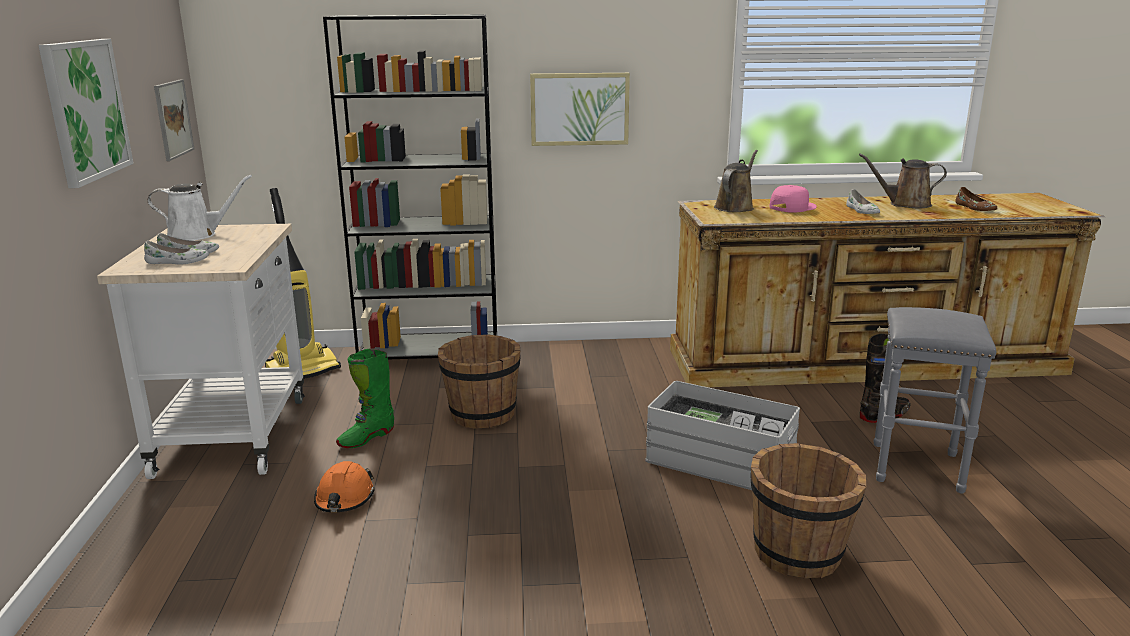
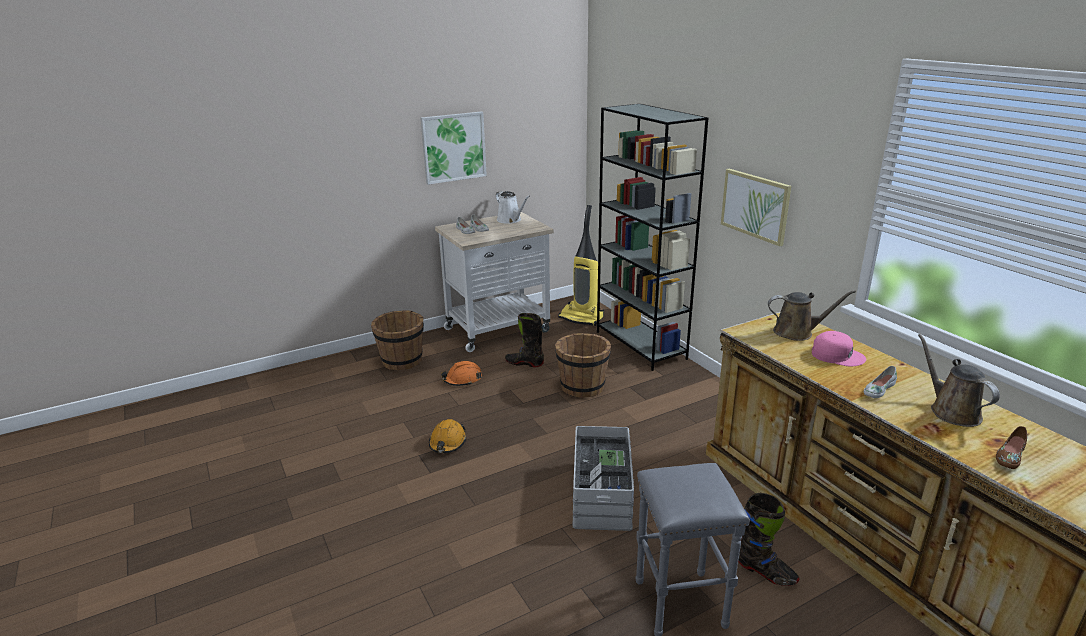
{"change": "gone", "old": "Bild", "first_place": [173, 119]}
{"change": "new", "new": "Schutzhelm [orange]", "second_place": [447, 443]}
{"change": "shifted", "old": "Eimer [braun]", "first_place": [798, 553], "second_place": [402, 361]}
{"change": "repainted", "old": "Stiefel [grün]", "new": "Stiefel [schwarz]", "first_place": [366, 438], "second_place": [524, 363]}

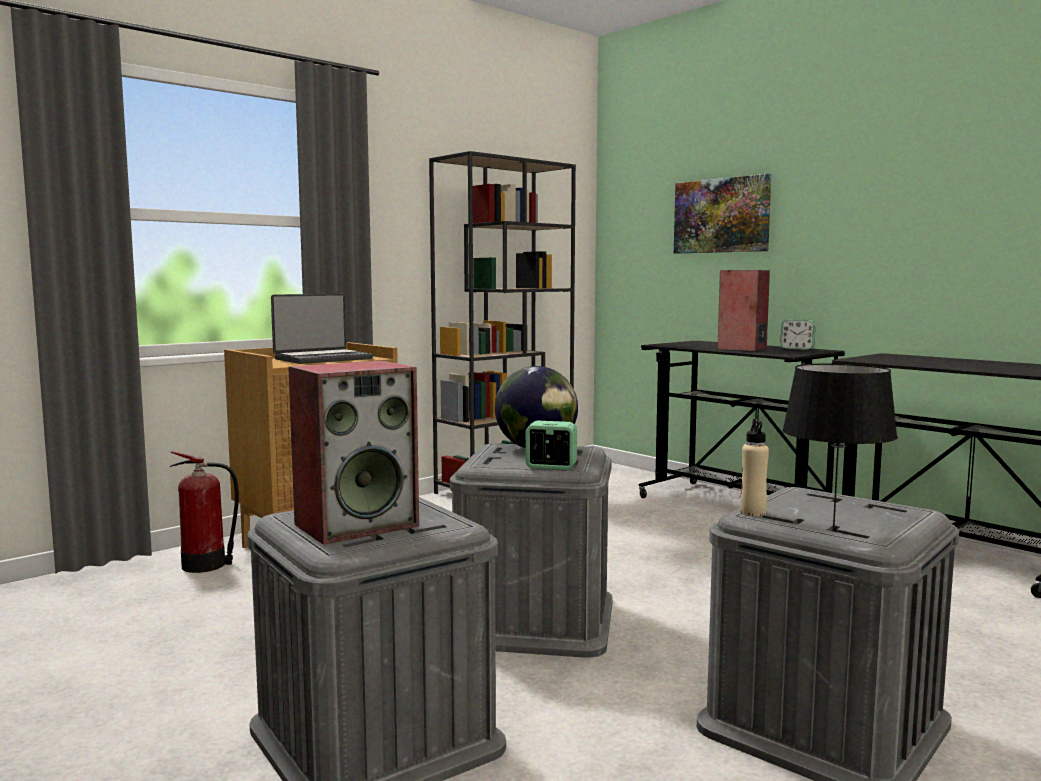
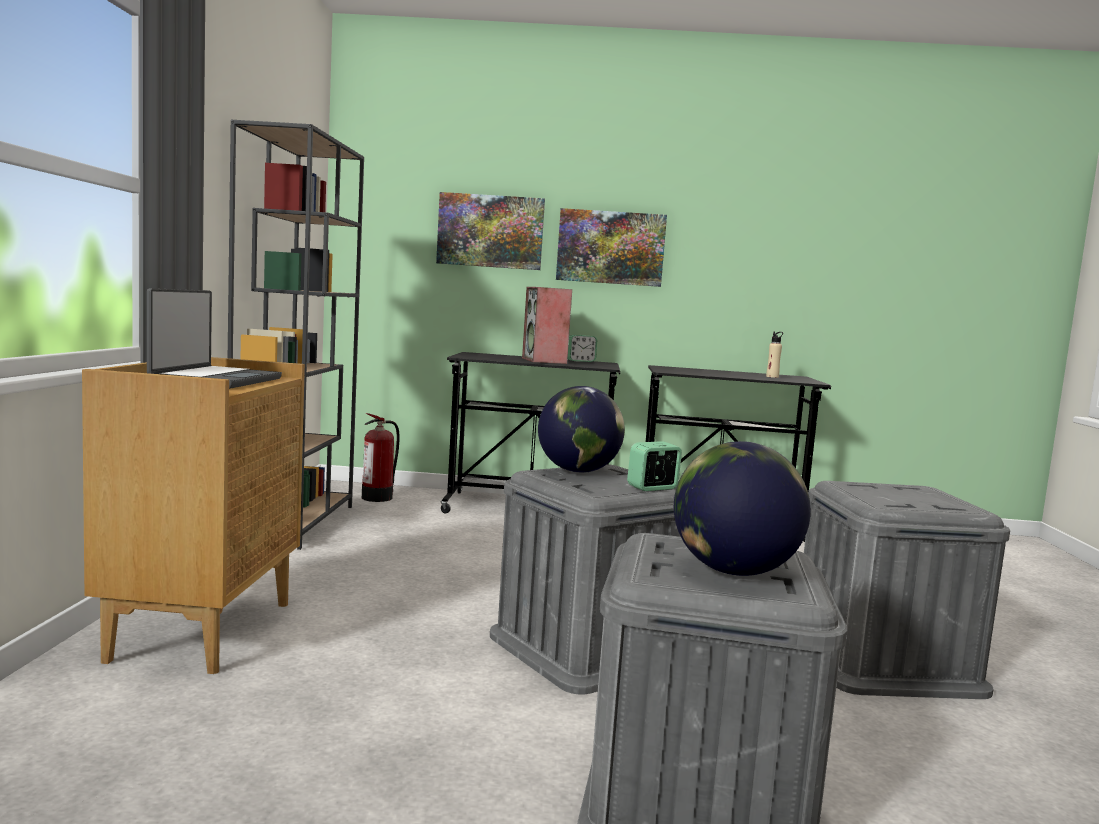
{"change": "gone", "old": "Tischlampe [schwarz]", "first_place": [832, 527]}
{"change": "new", "new": "Bild", "second_place": [610, 247]}
{"change": "shifted", "old": "Feuerlöscher", "first_place": [206, 565], "second_place": [378, 497]}
{"change": "shifted", "old": "Flasche [beige]", "first_place": [752, 512], "second_place": [772, 377]}
{"change": "swapped", "old": "Lautsprecher", "new": "Globus", "first_place": [357, 524], "second_place": [733, 571]}

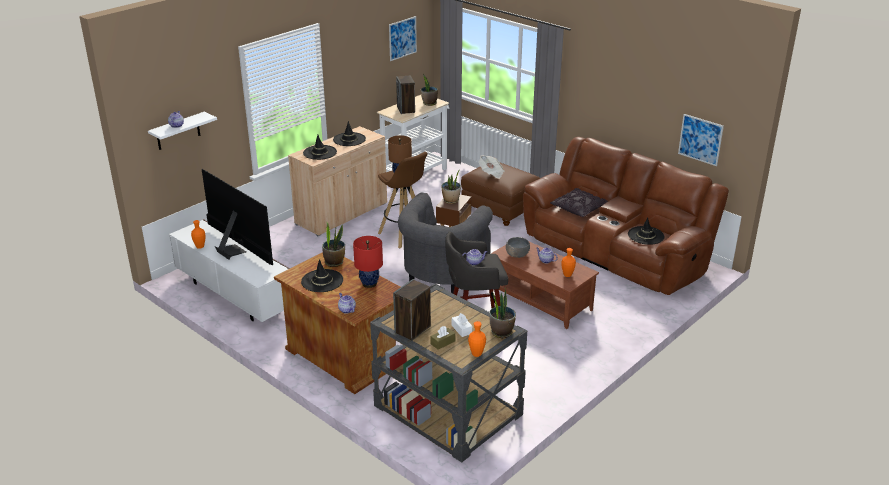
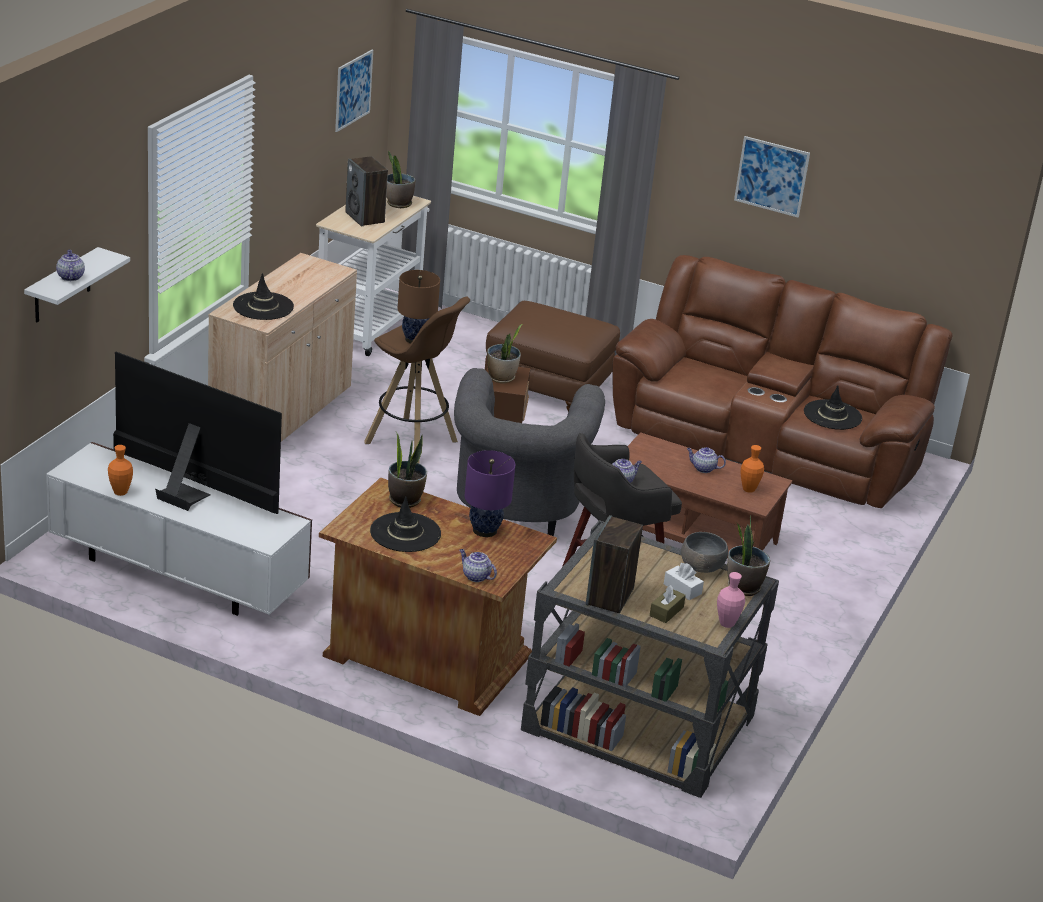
{"change": "gone", "old": "Hut [schwarz]", "first_place": [349, 139]}
{"change": "gone", "old": "Zeitung", "first_place": [491, 173]}
{"change": "gone", "old": "Kissen [schwarz]", "first_place": [579, 208]}
{"change": "shifted", "old": "Schüssel [grau]", "first_place": [517, 255], "second_place": [701, 566]}
{"change": "shifted", "old": "Bild", "first_place": [700, 139], "second_place": [771, 176]}
{"change": "repainted", "old": "Tischlampe [rot]", "new": "Tischlampe [lila]", "first_place": [369, 283], "second_place": [484, 530]}
{"change": "repainted", "old": "Vase [orange]", "new": "Vase [rosa]", "first_place": [476, 354], "second_place": [727, 624]}

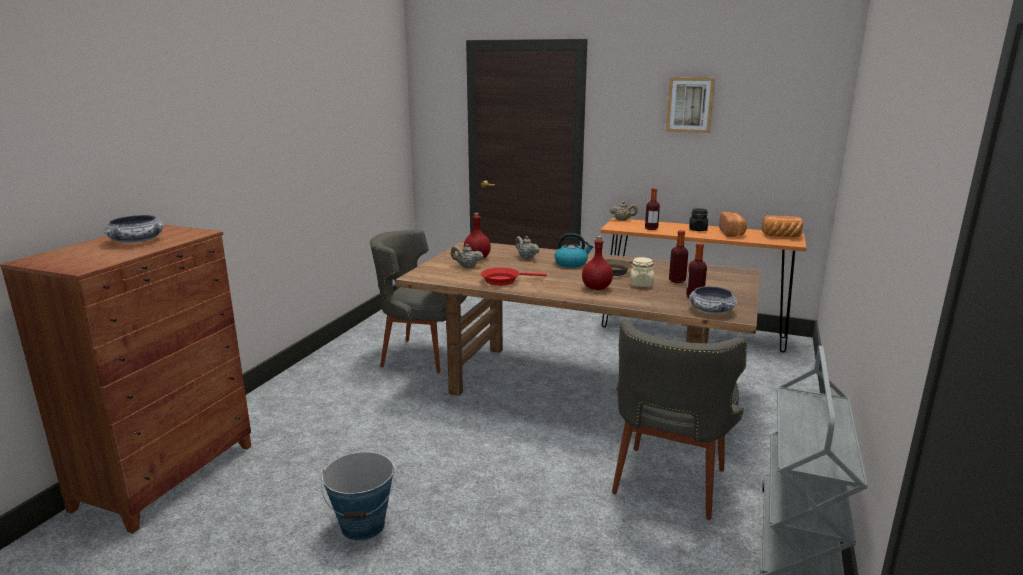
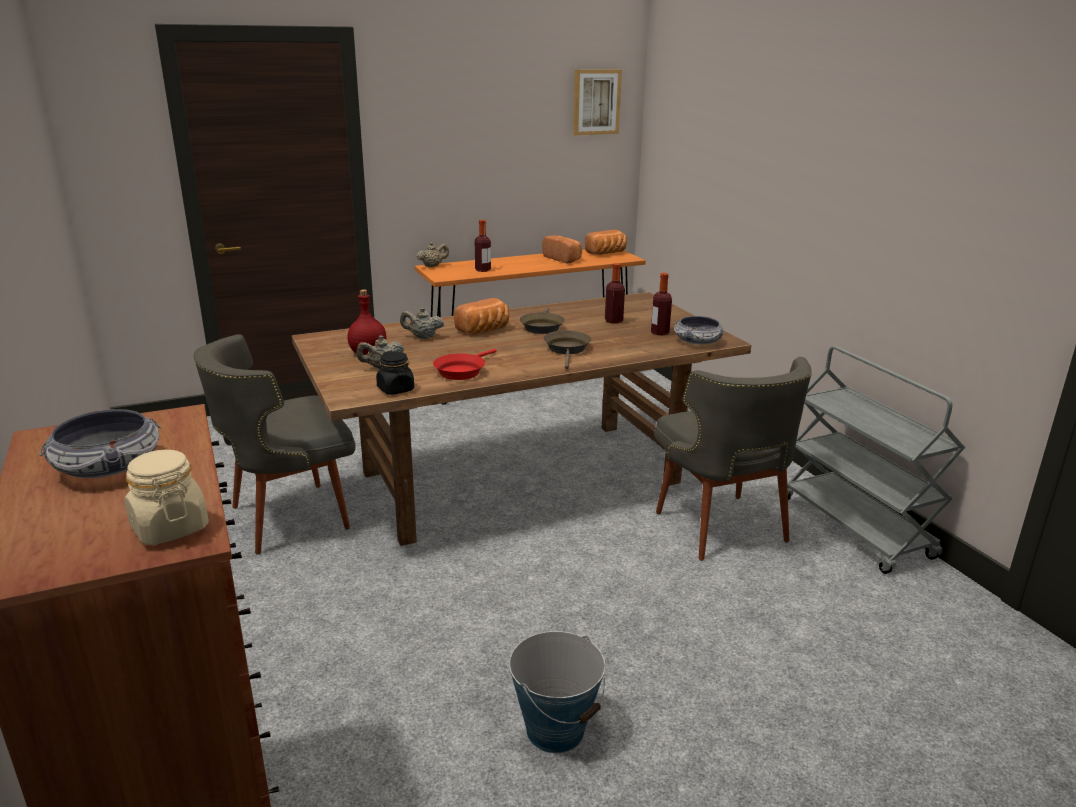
{"change": "shifted", "old": "Vorratsglas [beige]", "first_place": [641, 284], "second_place": [169, 527]}
{"change": "shifted", "old": "Bild", "first_place": [690, 105], "second_place": [596, 102]}
{"change": "shifted", "old": "Vorratsglas [schwarz]", "first_place": [698, 229], "second_place": [396, 389]}
{"change": "swapped", "old": "Wasserkessel", "new": "Brot", "first_place": [571, 264], "second_place": [484, 330]}
{"change": "swapped", "old": "Flasche [rot]", "new": "Pfanne [braun]", "first_place": [597, 288], "second_place": [567, 350]}

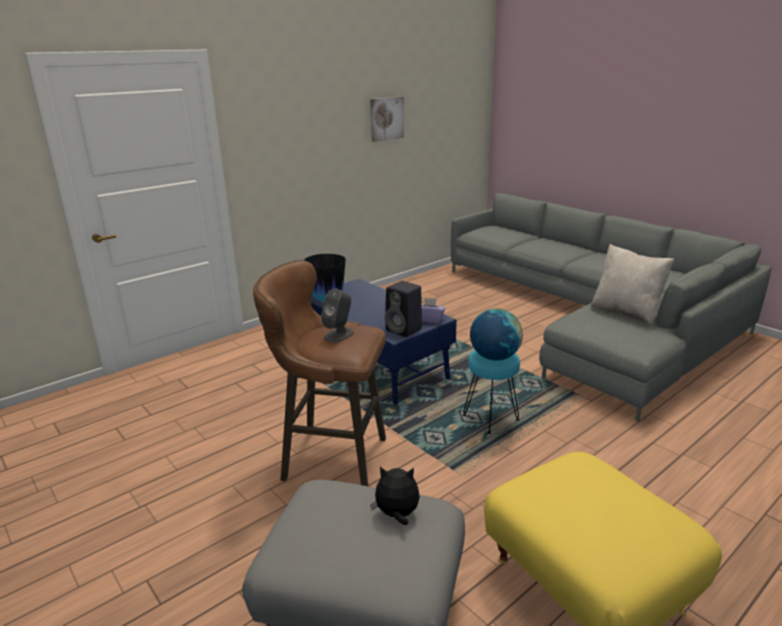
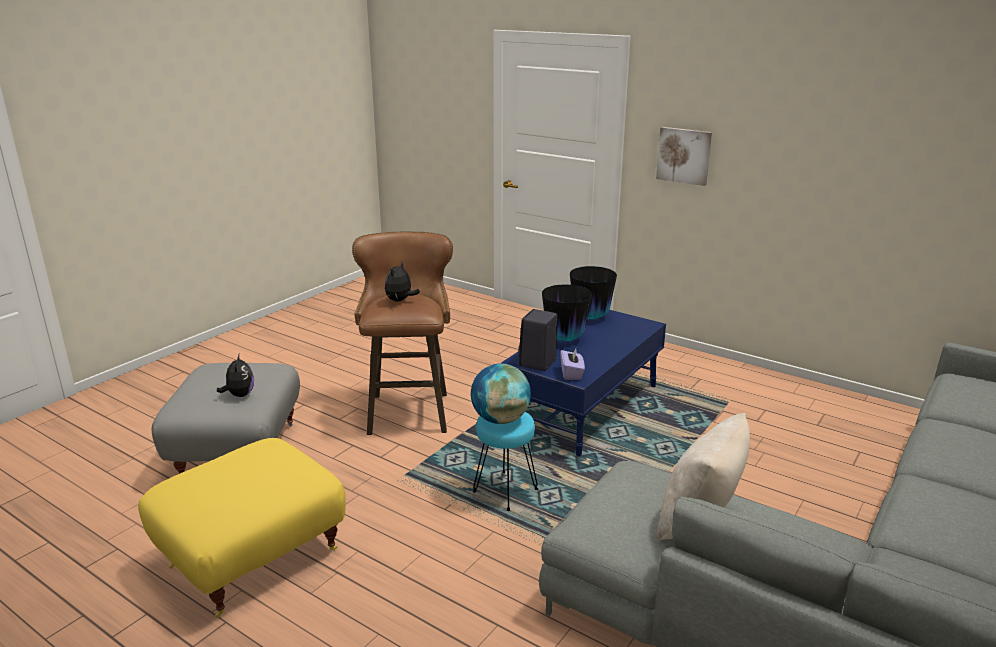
{"change": "new", "new": "Vase", "second_place": [565, 339]}
{"change": "shifted", "old": "Bild", "first_place": [386, 118], "second_place": [684, 155]}
{"change": "swapped", "old": "Lautsprecher [grau]", "new": "Plüschtier", "first_place": [339, 334], "second_place": [400, 300]}

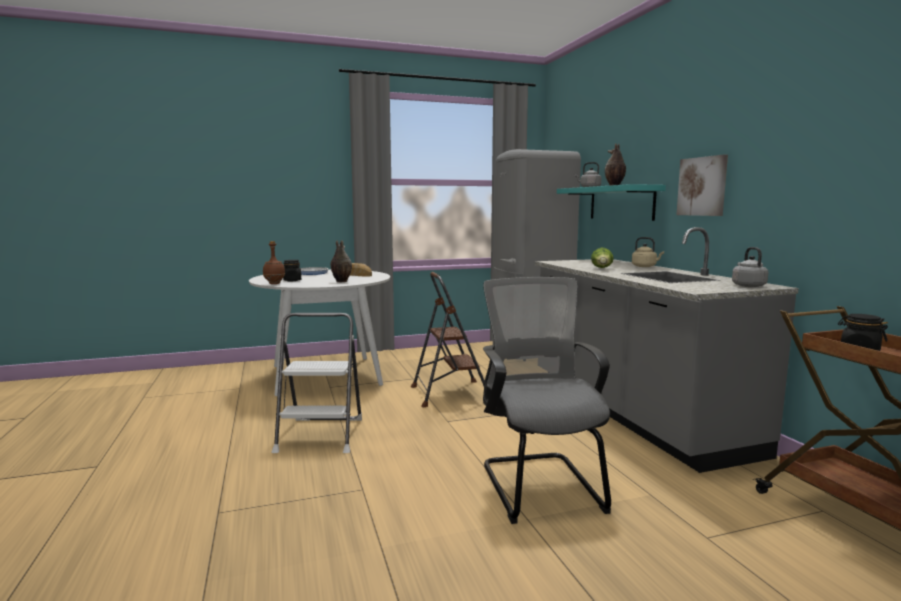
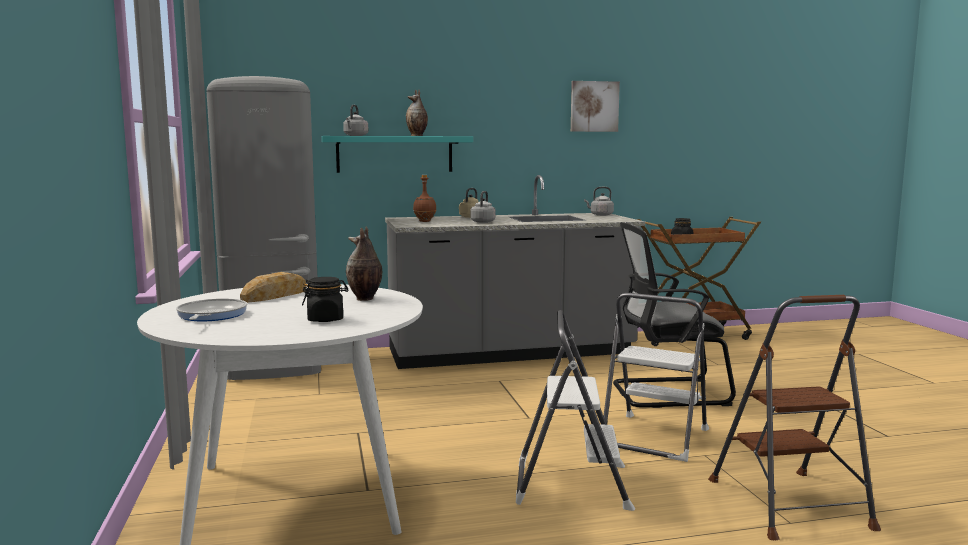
{"change": "new", "new": "Trittleiter [weiß]", "second_place": [653, 438]}
{"change": "shifted", "old": "Flasche [braun]", "first_place": [275, 283], "second_place": [425, 221]}
{"change": "shifted", "old": "Trittleiter [braun]", "first_place": [448, 393], "second_place": [790, 505]}
{"change": "shifted", "old": "Bild", "first_place": [702, 186], "second_place": [594, 106]}
{"change": "swapped", "old": "Salatkopf", "new": "Wasserkessel [grau]", "first_place": [602, 268], "second_place": [483, 222]}

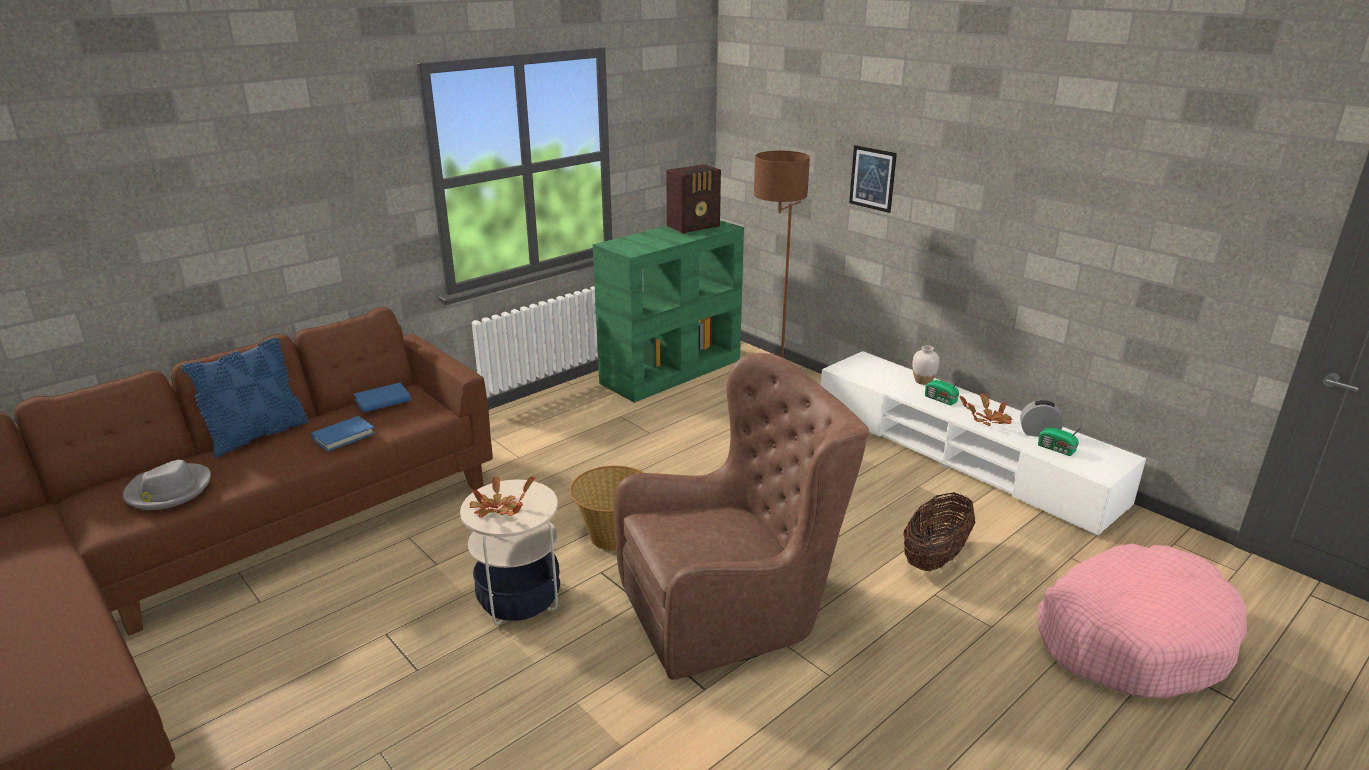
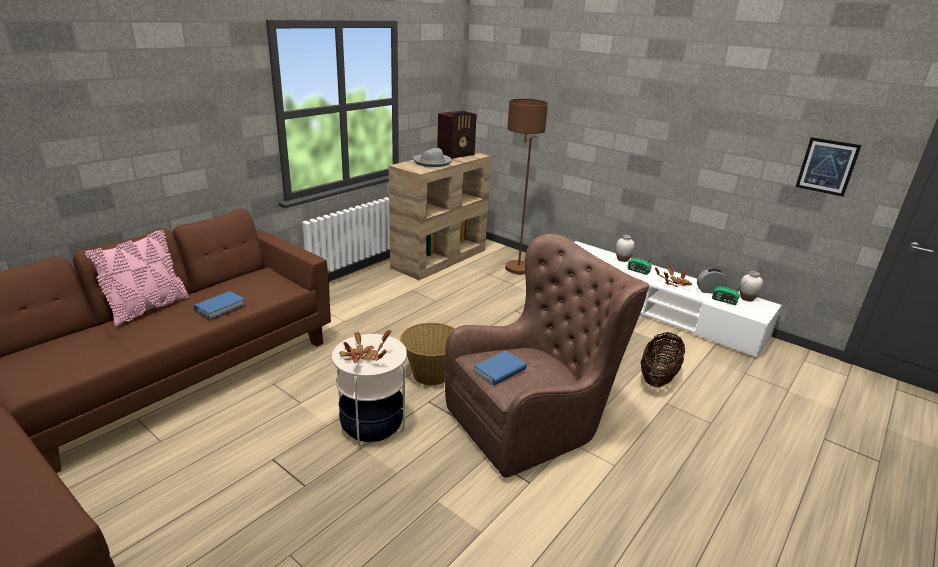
{"change": "gone", "old": "Hundebett [rosa]", "first_place": [1133, 637]}
{"change": "new", "new": "Vase [weiß]", "second_place": [747, 298]}
{"change": "shifted", "old": "Hut [grau]", "first_place": [168, 490], "second_place": [432, 162]}
{"change": "shifted", "old": "Buch [blau]", "first_place": [383, 400], "second_place": [500, 370]}
{"change": "shifted", "old": "Bild", "first_place": [872, 178], "second_place": [827, 166]}
{"change": "repainted", "old": "Kissen [blau]", "new": "Kissen [rosa]", "first_place": [258, 435], "second_place": [148, 308]}
{"change": "repainted", "old": "Bücherregal [grün]", "new": "Bücherregal [braun]", "first_place": [670, 371], "second_place": [439, 258]}

